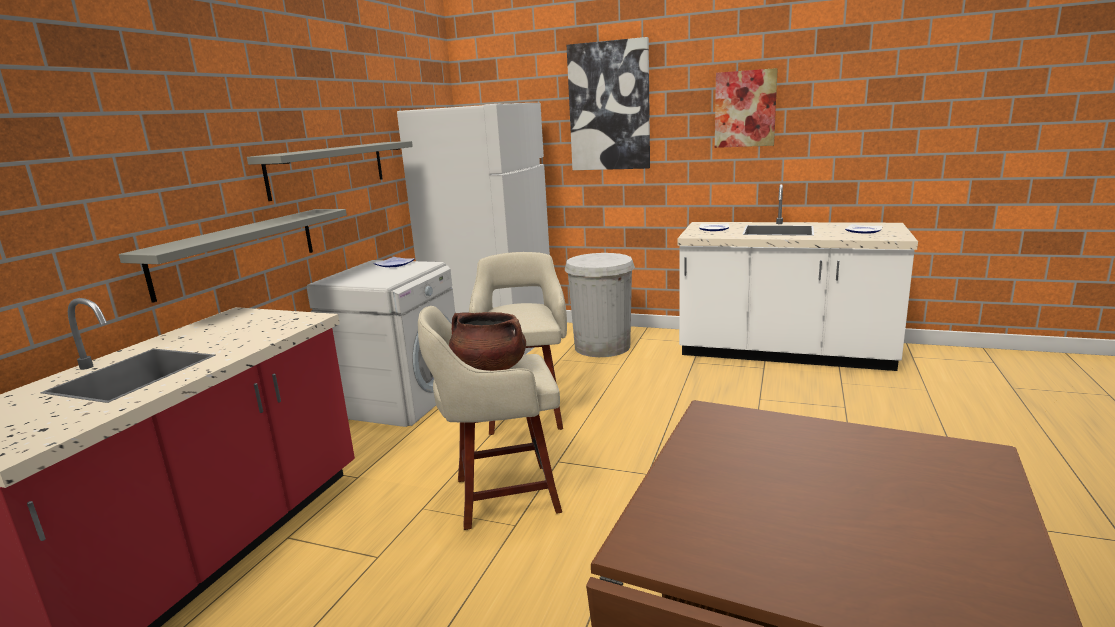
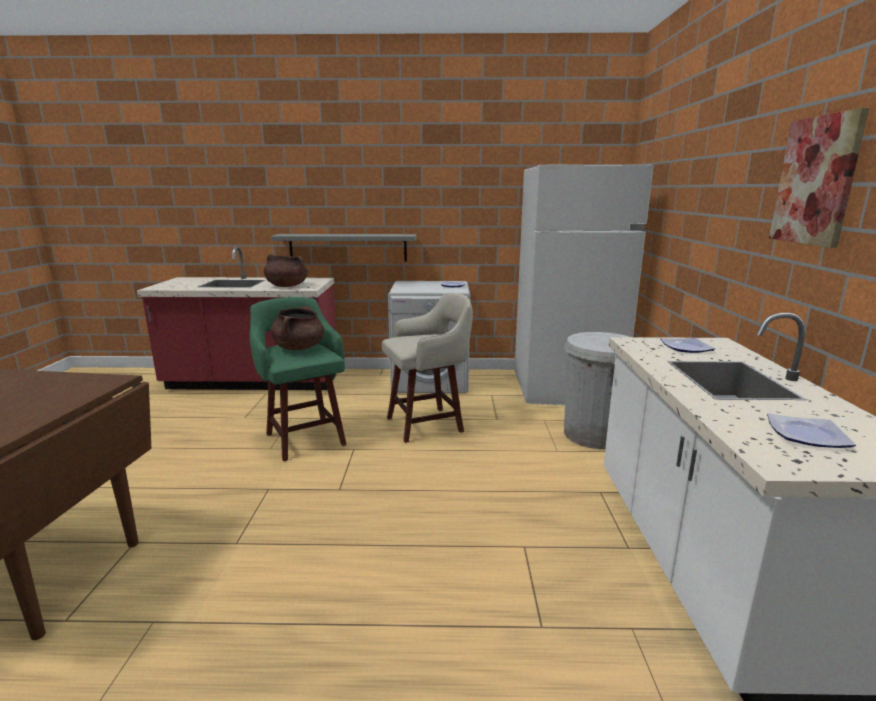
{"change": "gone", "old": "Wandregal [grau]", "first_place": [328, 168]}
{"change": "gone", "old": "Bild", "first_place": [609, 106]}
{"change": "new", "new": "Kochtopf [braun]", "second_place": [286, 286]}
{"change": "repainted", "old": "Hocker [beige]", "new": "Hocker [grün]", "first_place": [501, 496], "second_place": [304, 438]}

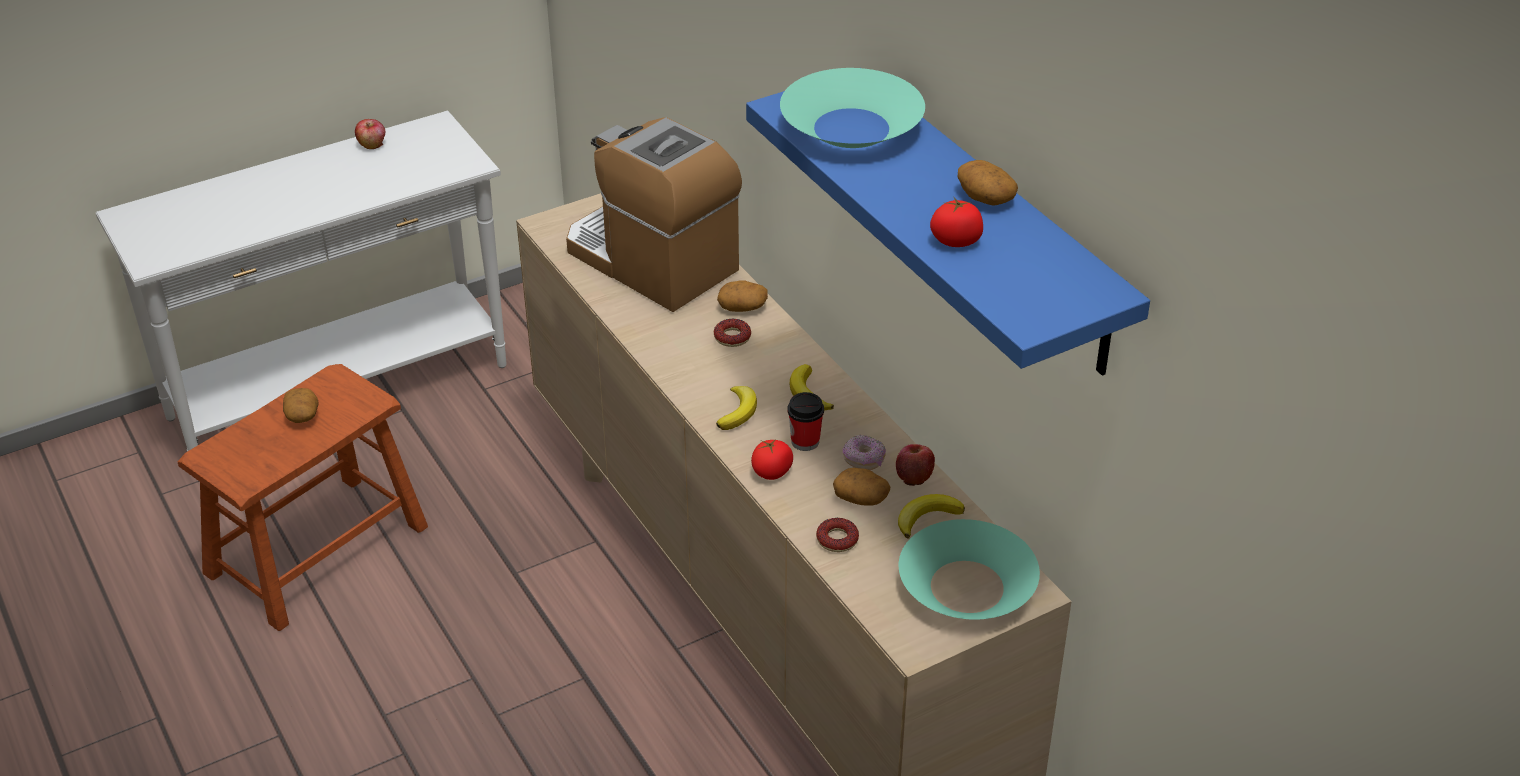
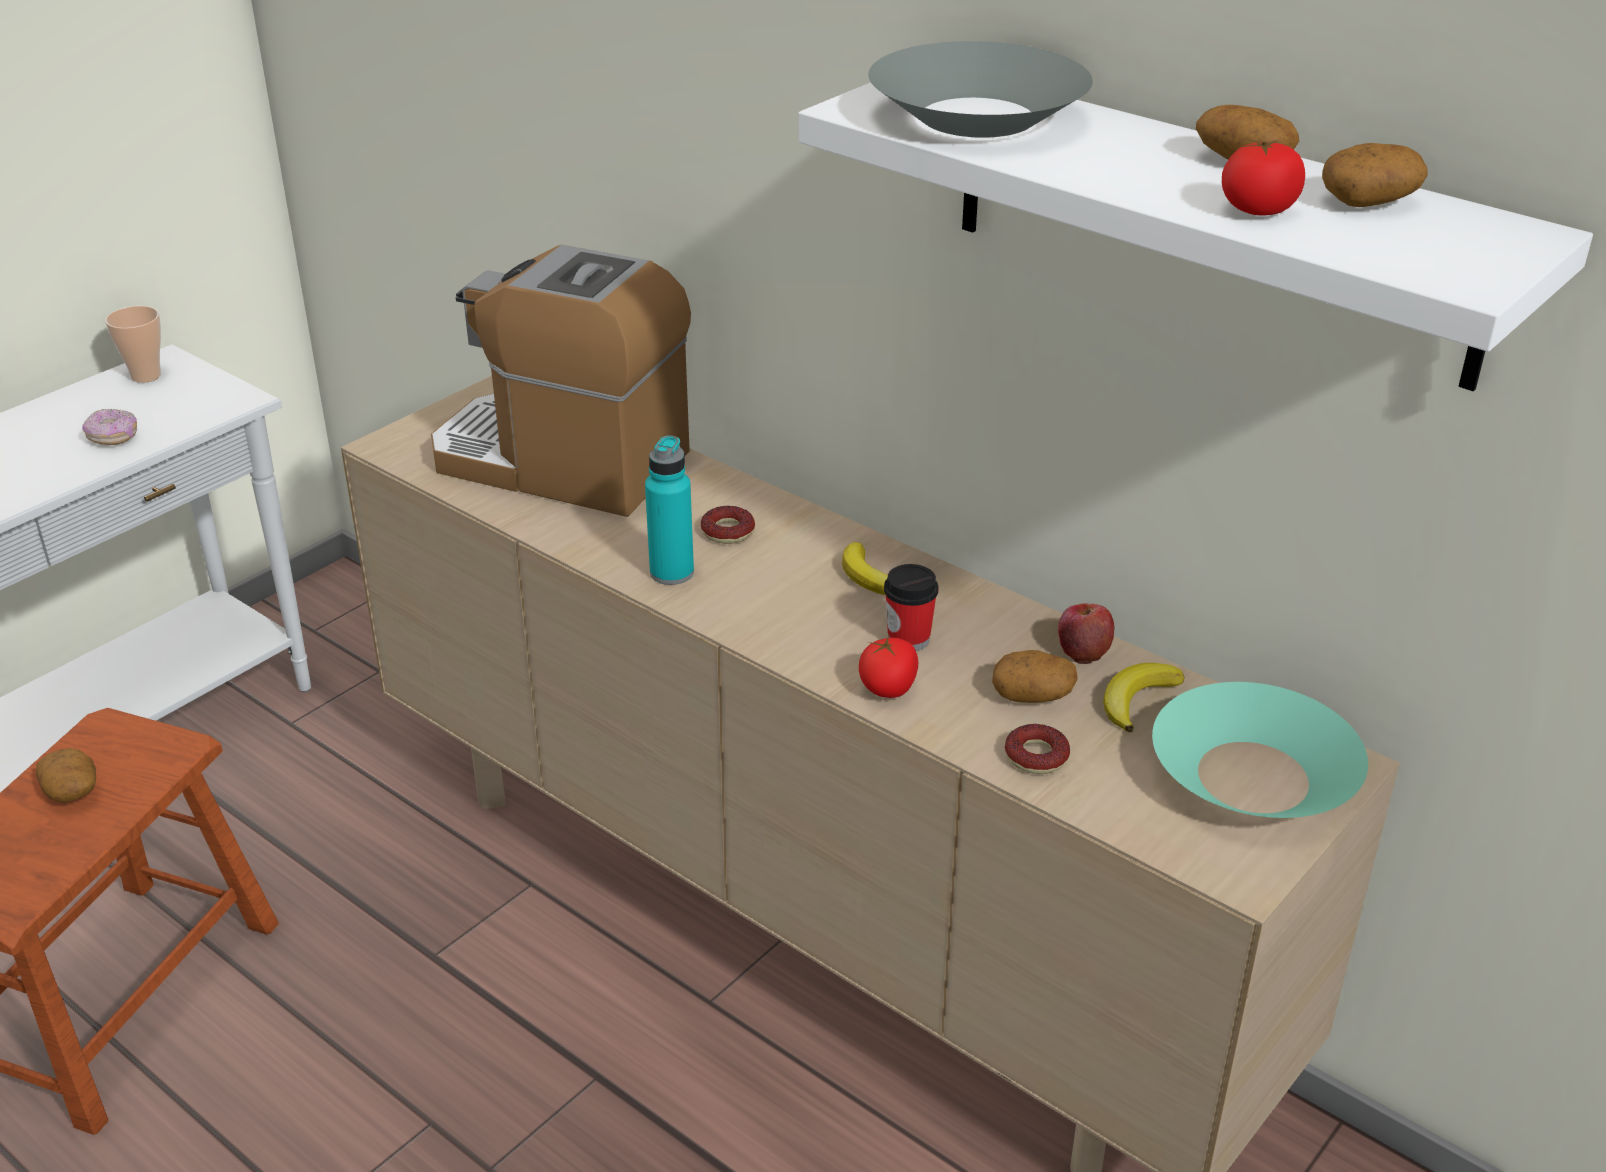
{"change": "gone", "old": "Apfel", "first_place": [372, 145]}
{"change": "gone", "old": "Banane", "first_place": [738, 411]}
{"change": "new", "new": "Tasse", "second_place": [146, 376]}
{"change": "new", "new": "Flasche [türkis]", "second_place": [671, 573]}
{"change": "shifted", "old": "Kartoffel", "first_place": [743, 307], "second_place": [1368, 201]}
{"change": "shifted", "old": "Donut", "first_place": [863, 460], "second_place": [113, 437]}
{"change": "repainted", "old": "Wandregal [blau]", "new": "Wandregal [weiß]", "first_place": [988, 222], "second_place": [1209, 221]}
{"change": "repainted", "old": "Schüssel [türkis]", "new": "Schüssel [grau]", "first_place": [851, 127], "second_place": [976, 117]}

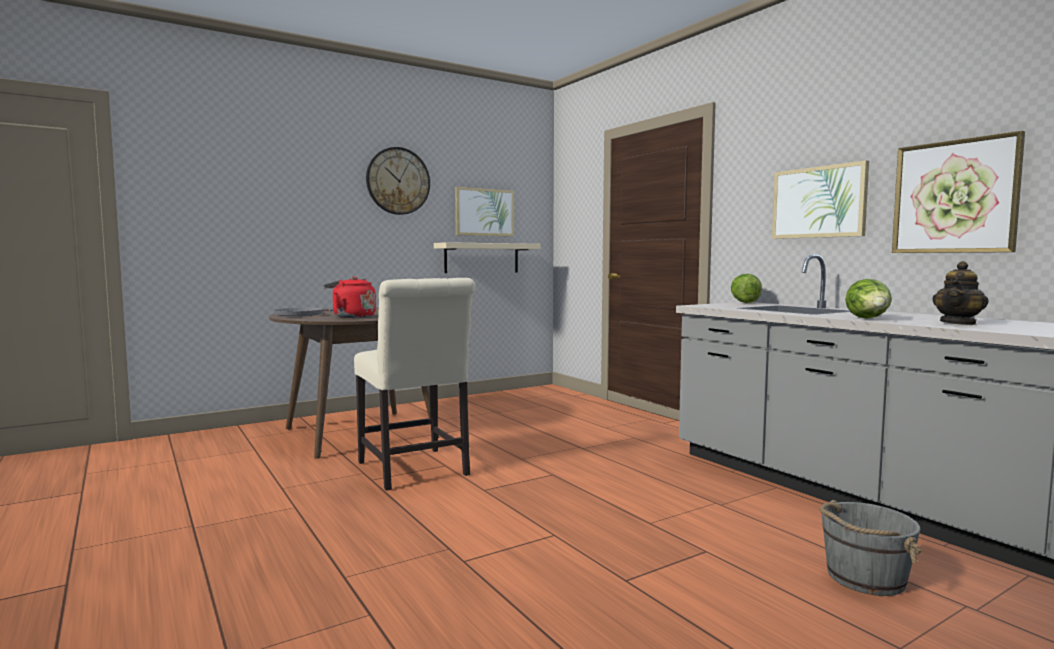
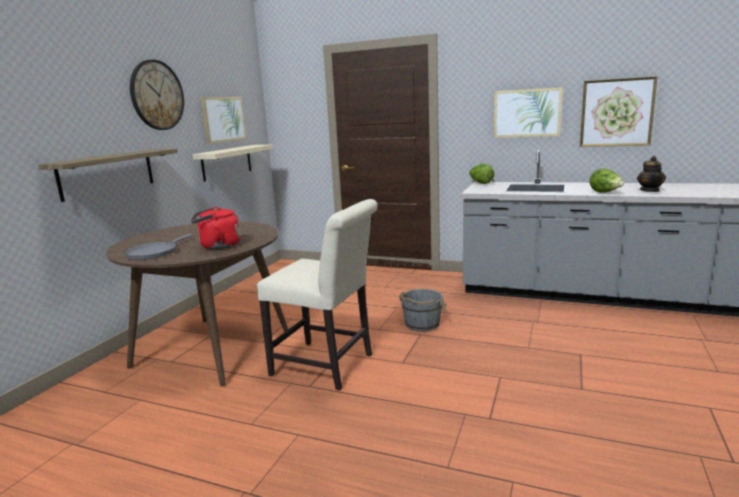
{"change": "new", "new": "Wandregal", "second_place": [107, 173]}
{"change": "shifted", "old": "Eimer [grau]", "first_place": [864, 578], "second_place": [421, 324]}

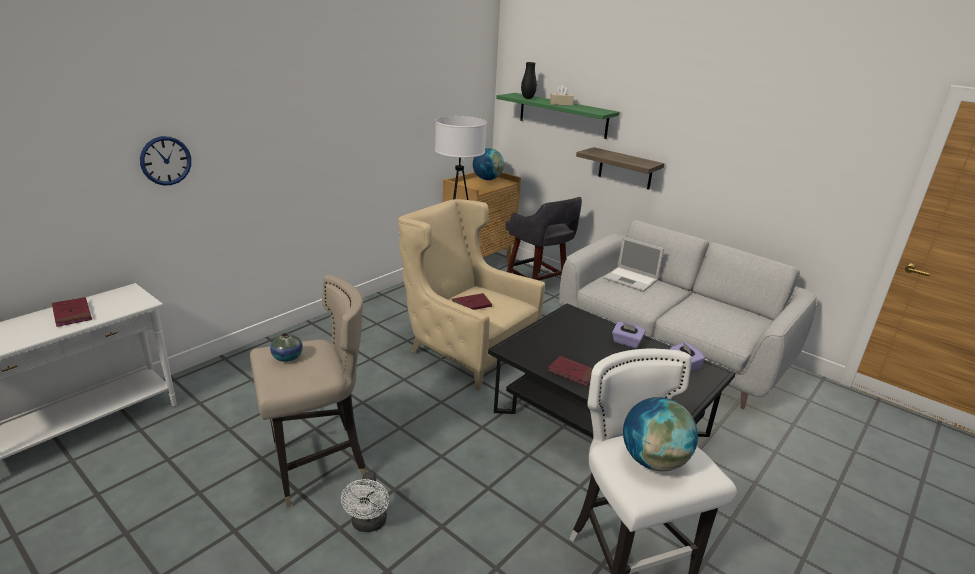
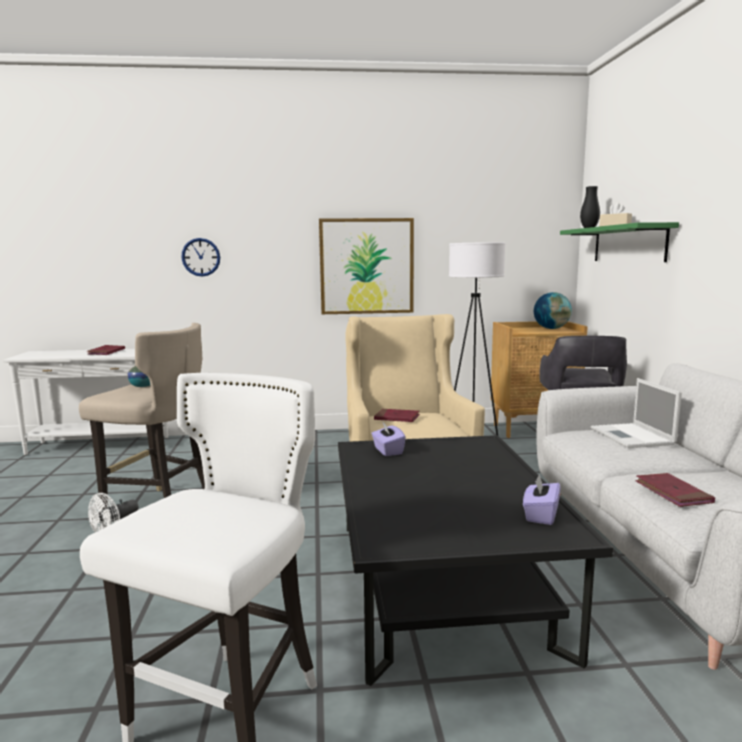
{"change": "gone", "old": "Wandregal", "first_place": [625, 168]}
{"change": "gone", "old": "Globus", "first_place": [653, 461]}
{"change": "new", "new": "Bild", "second_place": [366, 266]}
{"change": "shifted", "old": "Buch [rot]", "first_place": [572, 372], "second_place": [673, 493]}
{"change": "shifted", "old": "Taschentuchbox [lila]", "first_place": [626, 342], "second_place": [387, 451]}

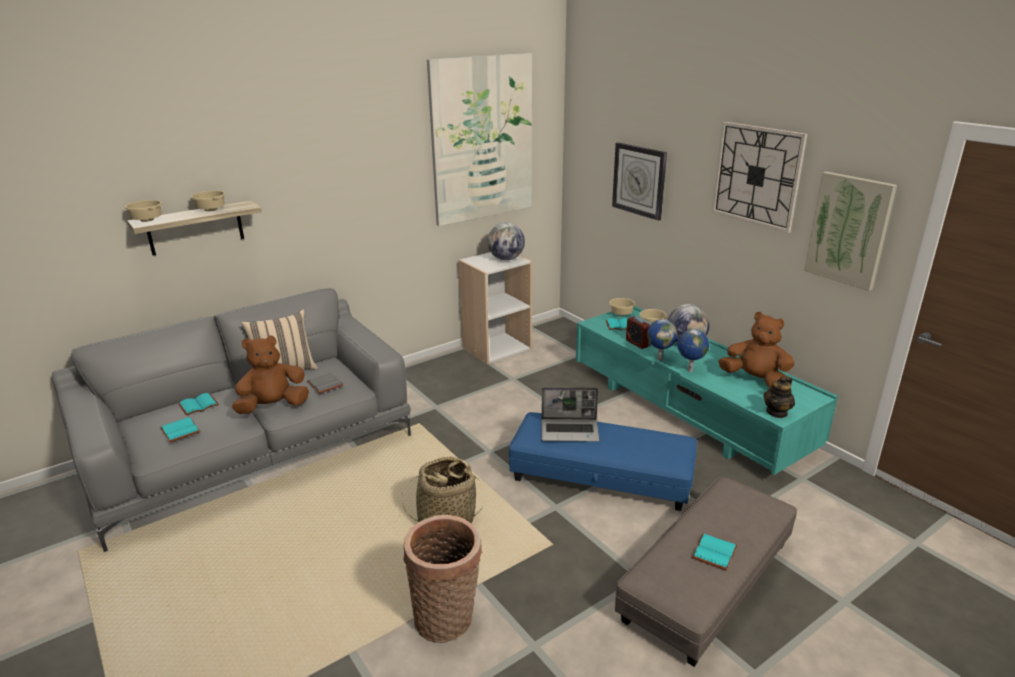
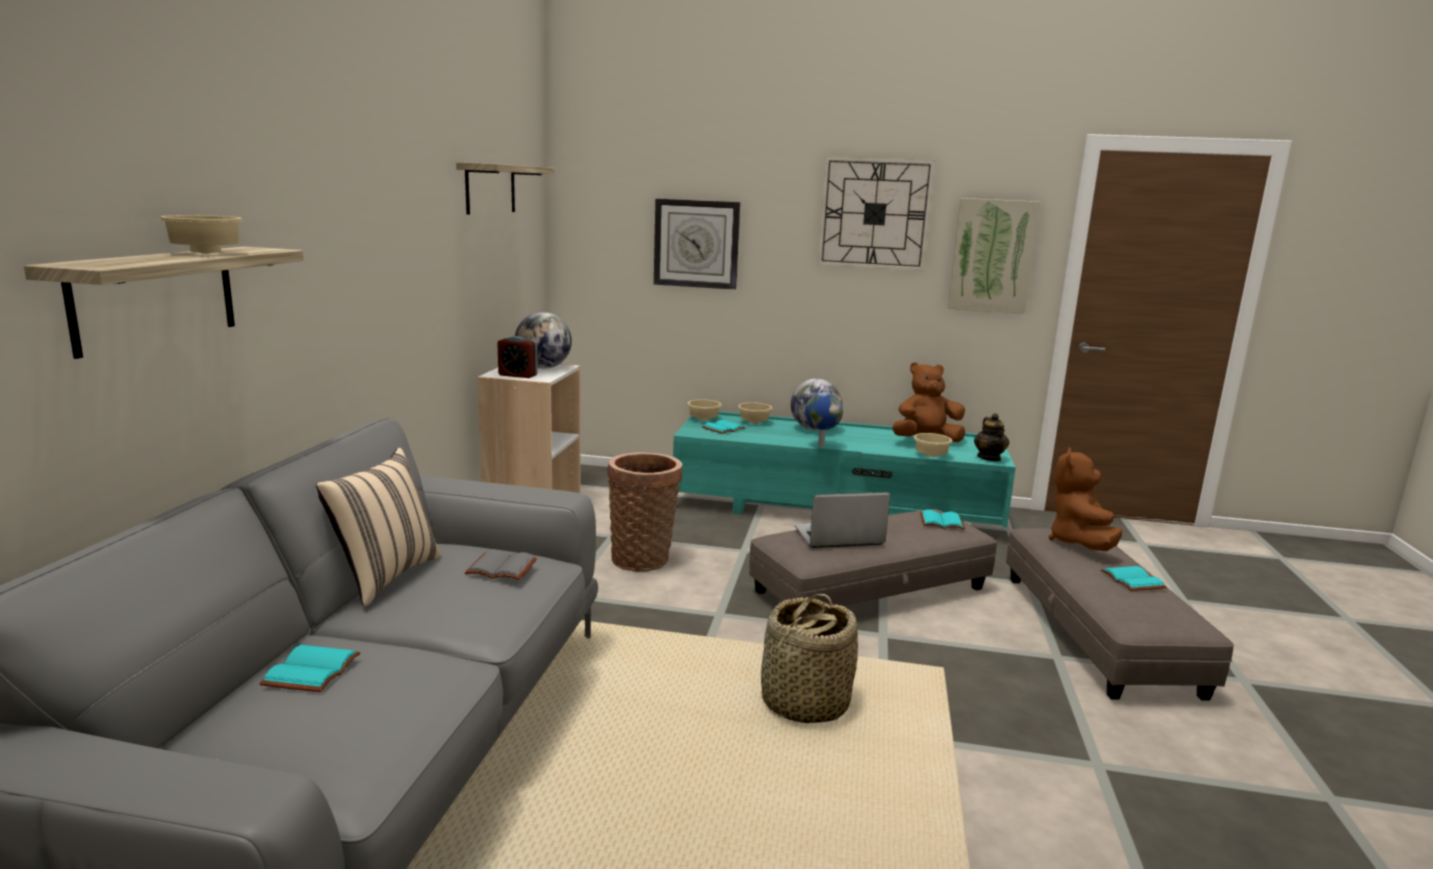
{"change": "gone", "old": "Globus", "first_place": [689, 371]}
{"change": "shifted", "old": "Schüssel [beige]", "first_place": [147, 221], "second_place": [932, 455]}
{"change": "shifted", "old": "Buch [türkis]", "first_place": [179, 431], "second_place": [941, 522]}
{"change": "shifted", "old": "Plüschtier [braun]", "first_place": [273, 406], "second_place": [1079, 543]}
{"change": "shifted", "old": "Korb", "first_place": [447, 619], "second_place": [643, 558]}
{"change": "shifted", "old": "Wecker", "first_place": [638, 343], "second_place": [518, 375]}
{"change": "swapped", "old": "Bild", "new": "Wandregal", "first_place": [482, 139], "second_place": [490, 188]}
{"change": "repainted", "old": "Polsterhocker [blau]", "new": "Polsterhocker [grau]", "first_place": [601, 476], "second_place": [870, 590]}
{"change": "rotated", "old": "Laptop", "first_place": [570, 431], "second_place": [837, 537], "degrees": -150}

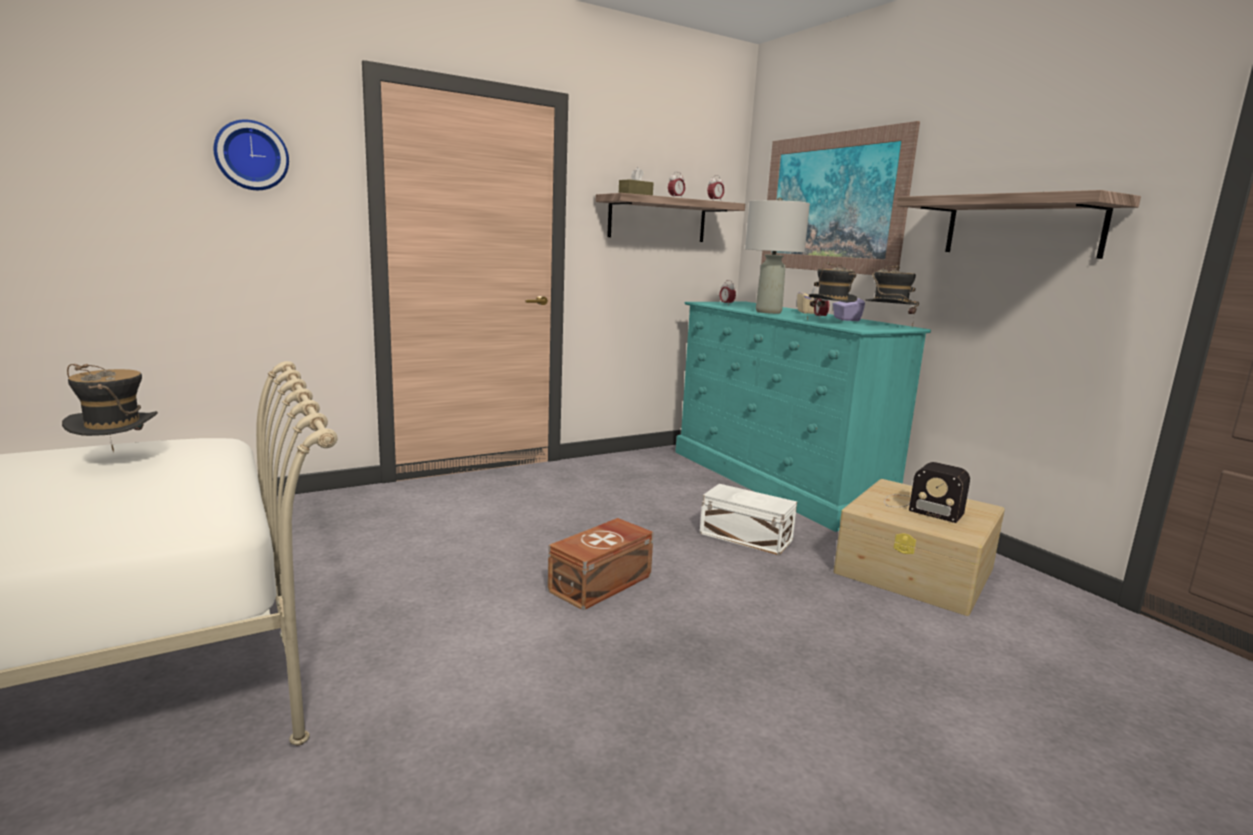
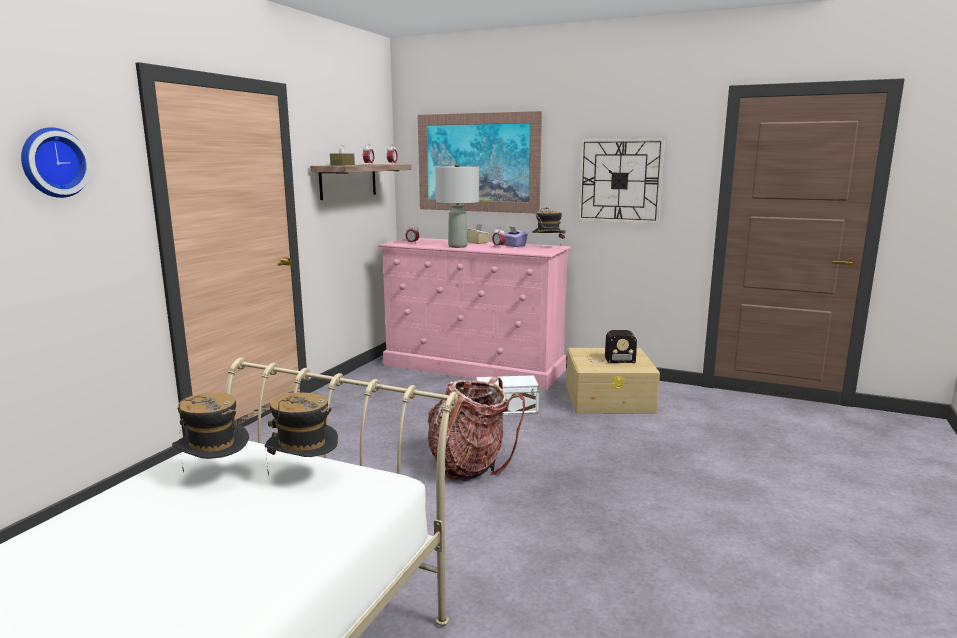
{"change": "shifted", "old": "Hut", "first_place": [829, 323], "second_place": [304, 476]}
{"change": "swapped", "old": "Aufbewahrungsbox [braun]", "new": "Rucksack", "first_place": [602, 583], "second_place": [469, 465]}
{"change": "swapped", "old": "Wandregal", "new": "Wanduhr", "first_place": [1022, 227], "second_place": [620, 180]}
{"change": "repainted", "old": "Kommode [türkis]", "new": "Kommode [rosa]", "first_place": [775, 481], "second_place": [474, 367]}

